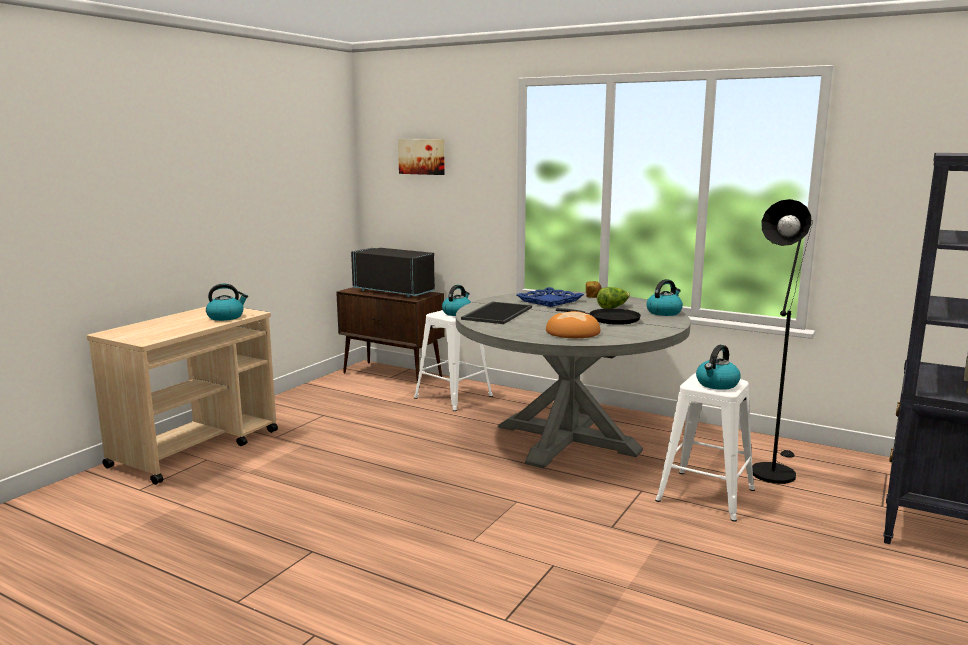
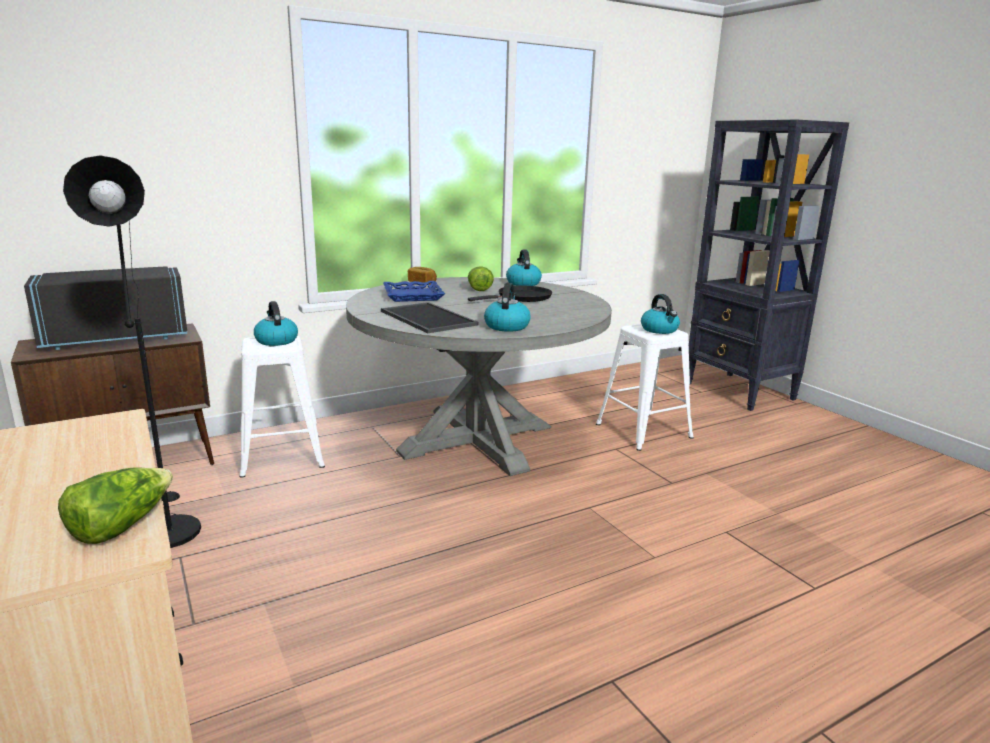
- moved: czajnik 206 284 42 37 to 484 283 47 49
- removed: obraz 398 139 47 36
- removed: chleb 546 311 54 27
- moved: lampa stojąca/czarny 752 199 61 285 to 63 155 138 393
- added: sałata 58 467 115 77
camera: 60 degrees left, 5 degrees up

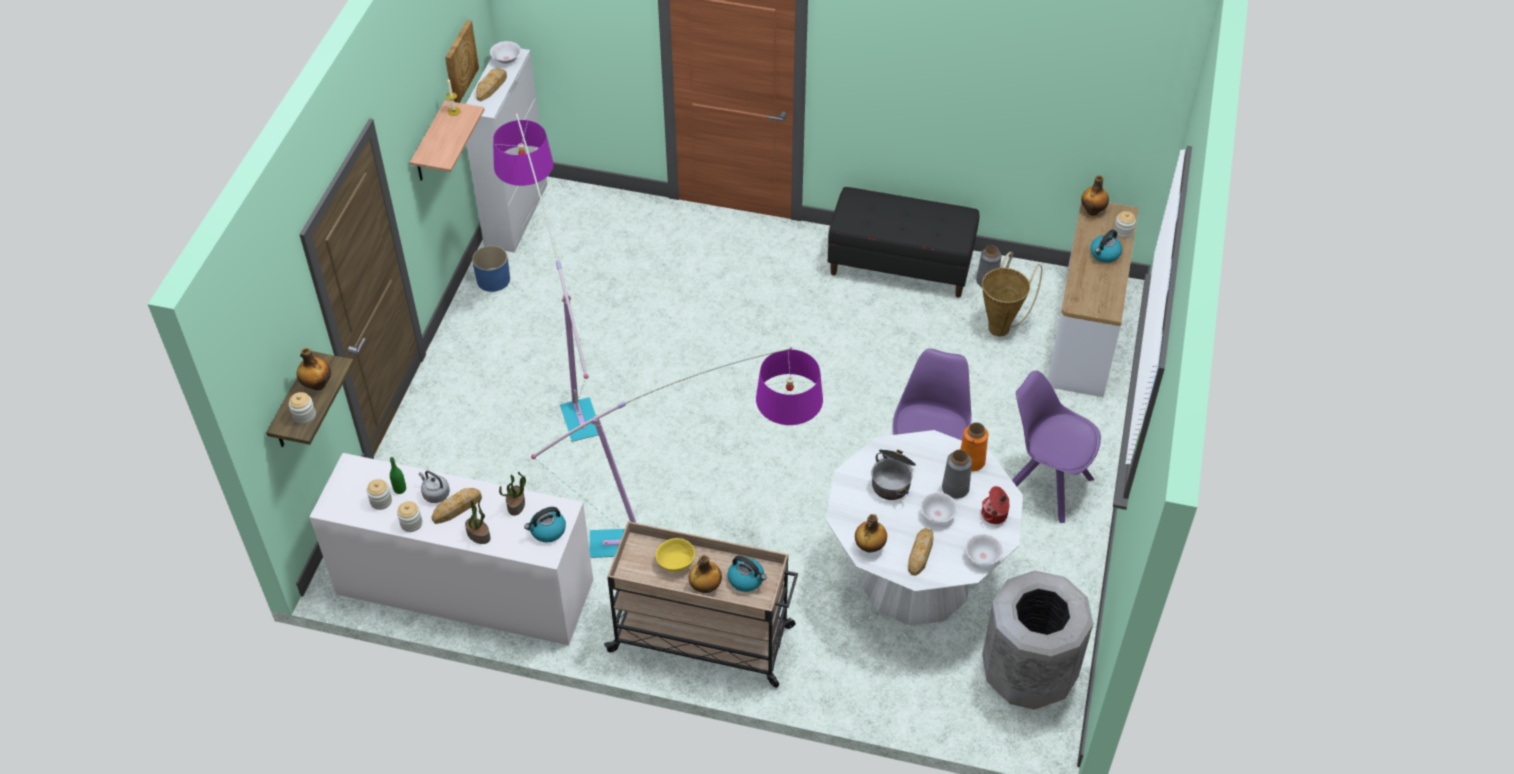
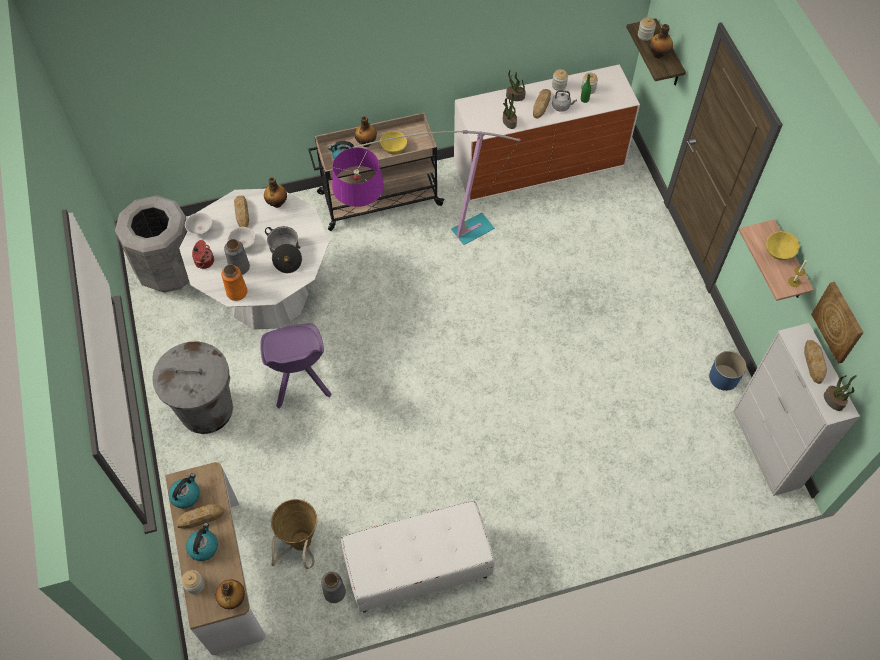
- replaced: miska/biały 490 41 31 23 to roślina doniczkowa 824 375 33 36
- removed: lampa stojąca 493 112 105 330
- moved: czajnik 524 507 42 36 to 169 473 31 36
- recoloured: ławka/czarny 828 187 151 111 to ławka/biały 341 500 154 113
- replaced: krzesło/fioletowy 1012 370 89 153 to kosz na śmieci/szary 152 342 81 92
- added: chleb 176 504 48 25
- added: miska/żółty 766 231 33 29
camera: 150 degrees right, 10 degrees up

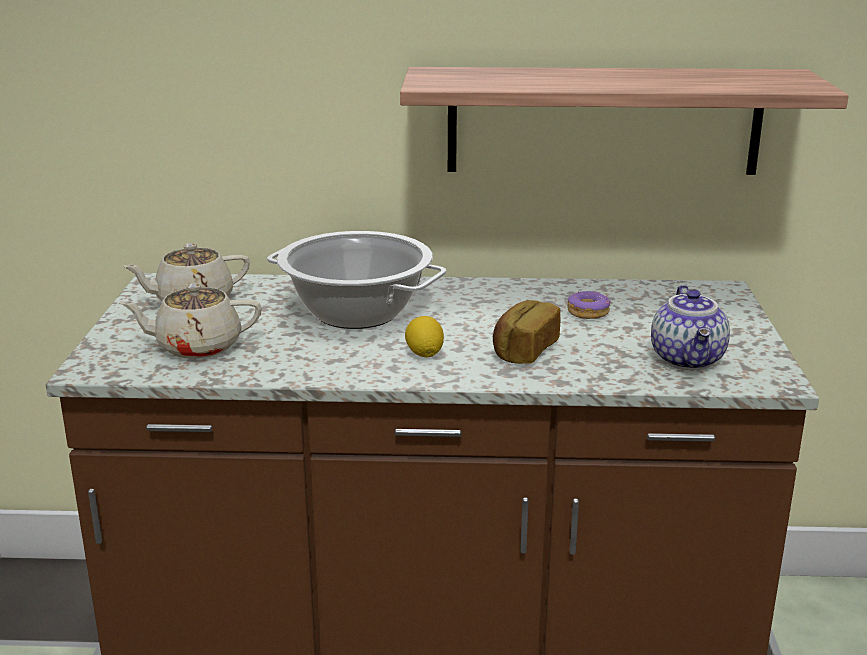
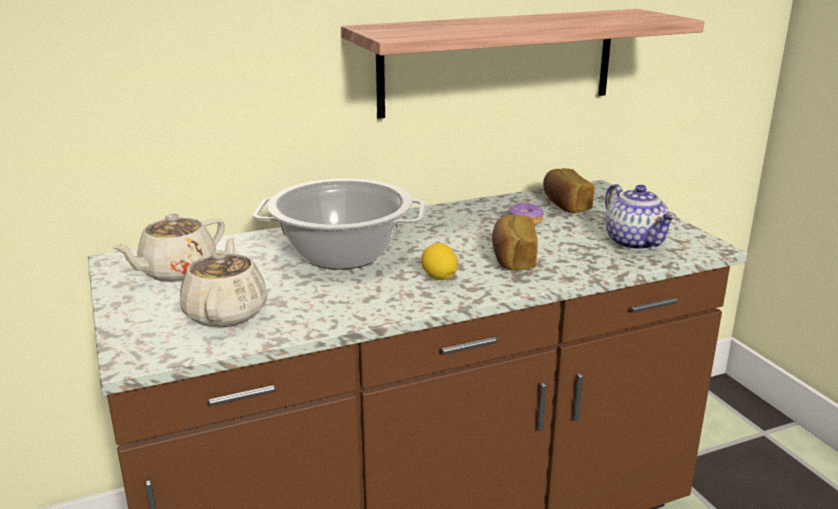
- turned: imbryk/beżowy 119 283 143 75 = 180 237 88 91 120 degrees clockwise
- added: chleb 543 168 52 45
camera: 25 degrees left, 0 degrees up

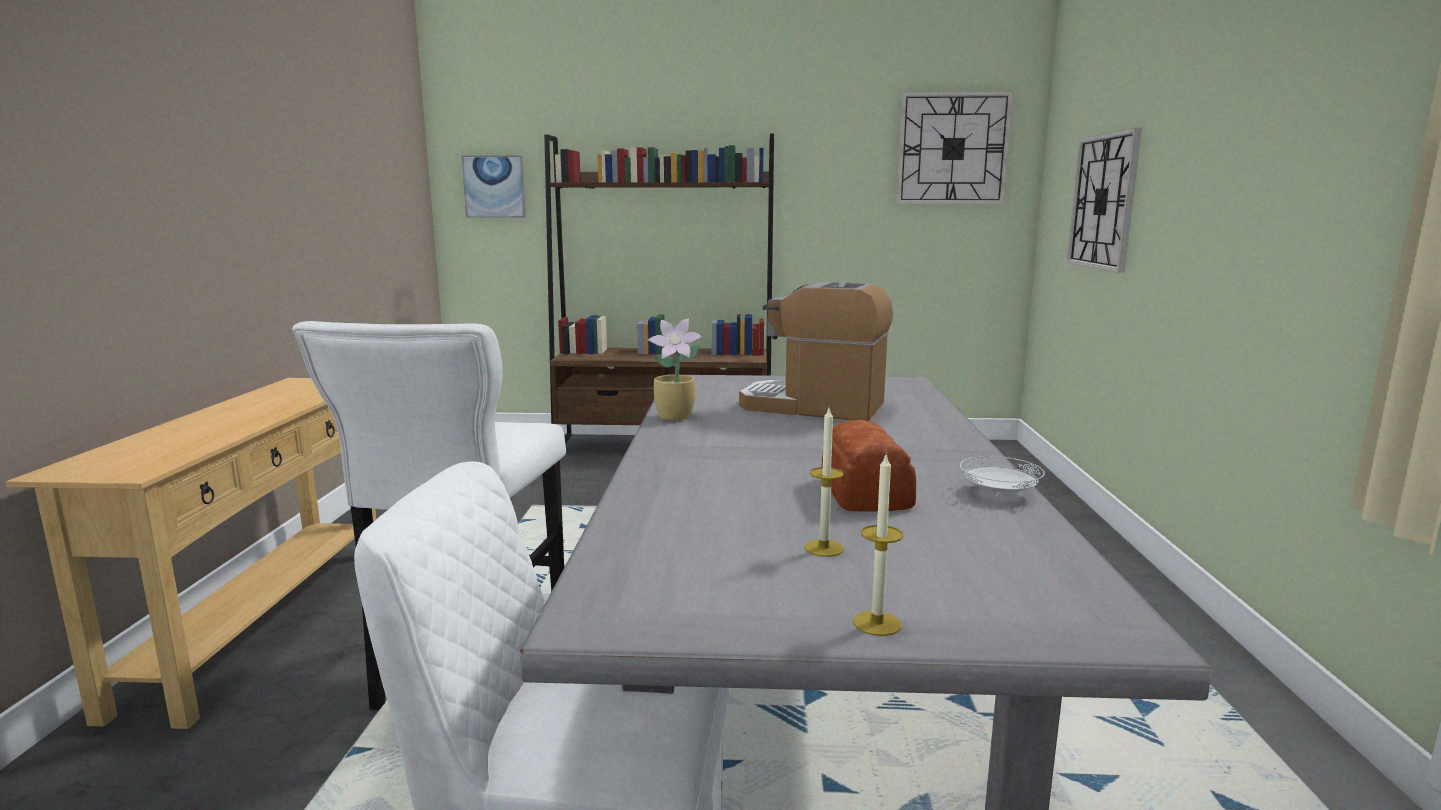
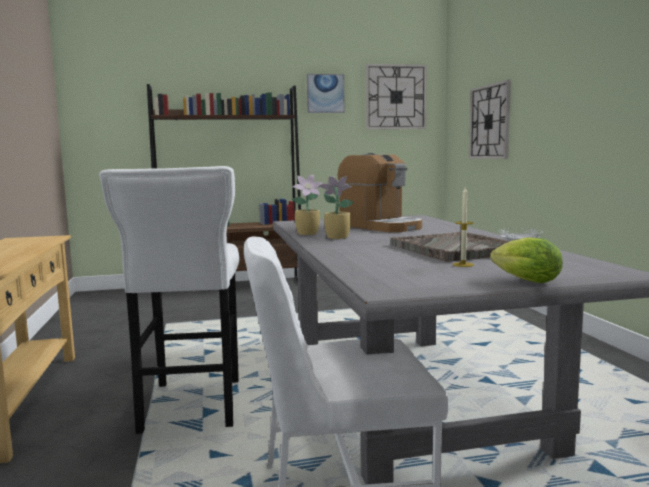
- moved: obraz 462 155 64 63 to 307 74 38 39
- turned: ekspres do kawy 739 282 154 139 = 338 153 84 79 135 degrees counterclockwise
- replaced: chleb 822 420 94 92 to taca/szary 390 232 120 30
- replaced: świeca 853 455 50 181 to sałata 490 237 73 46
- added: roślina doniczkowa 319 176 35 63
camera: 15 degrees left, 5 degrees down

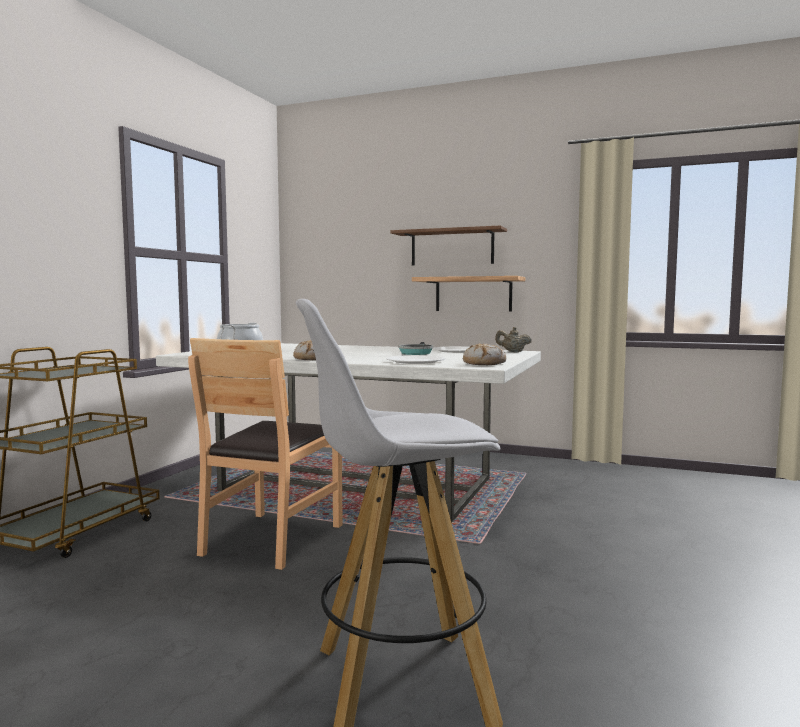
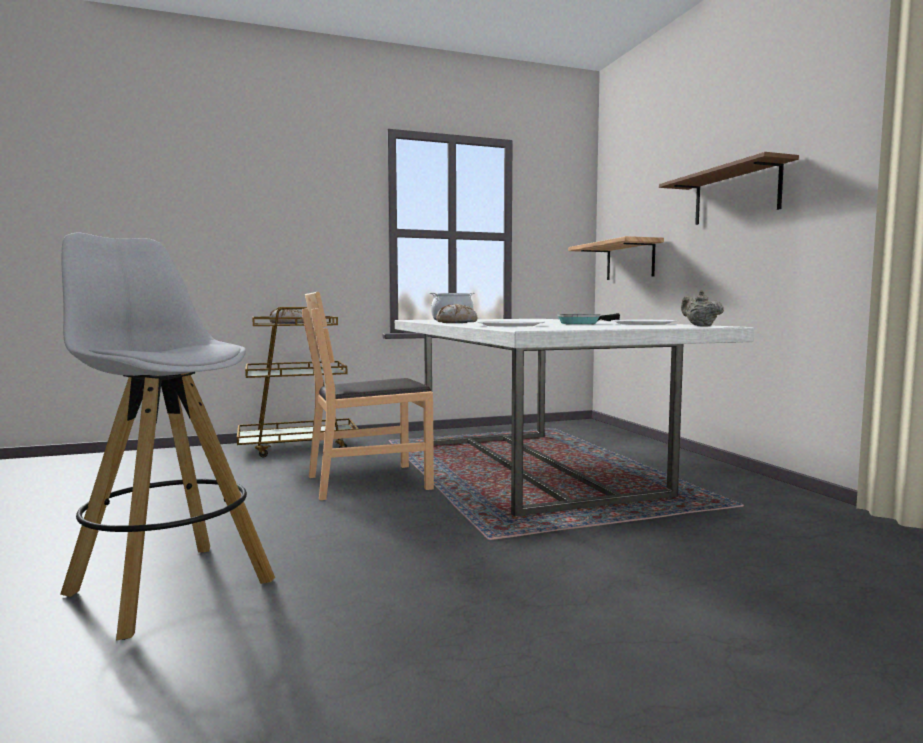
- moved: półka 412 276 113 36 to 568 236 96 44
- moved: chleb 463 343 43 22 to 269 309 34 15
camera: 50 degrees right, 0 degrees up

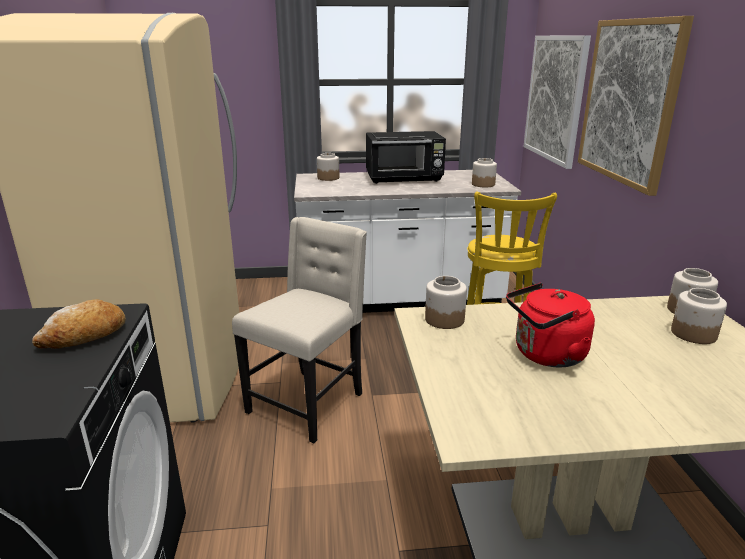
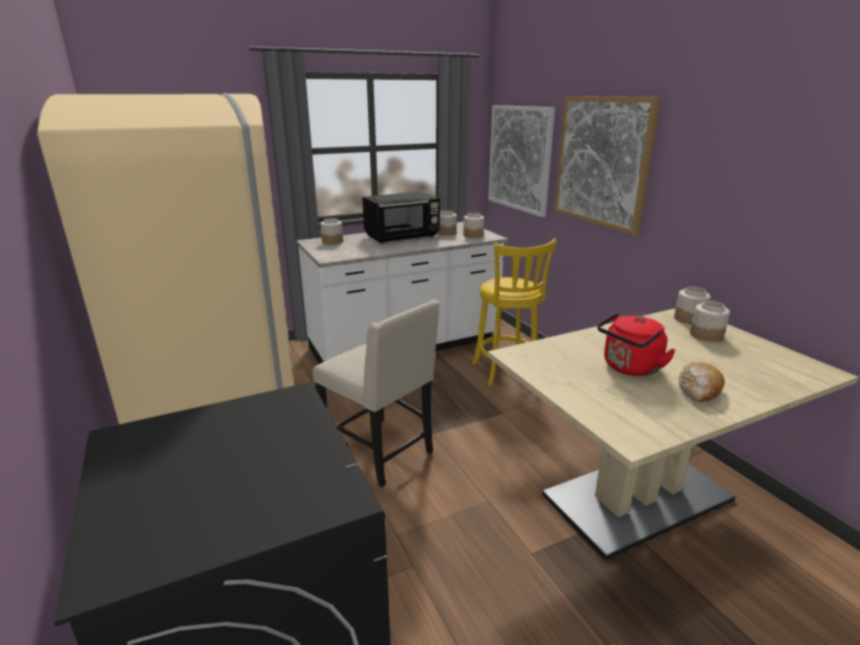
- moved: chleb 32 299 94 50 to 678 362 47 41
- turned: krzesło/beżowy 232 217 135 226 = 313 299 127 188 120 degrees clockwise
- moved: słoik 425 276 42 53 to 437 210 20 26
camera: 20 degrees left, 0 degrees up

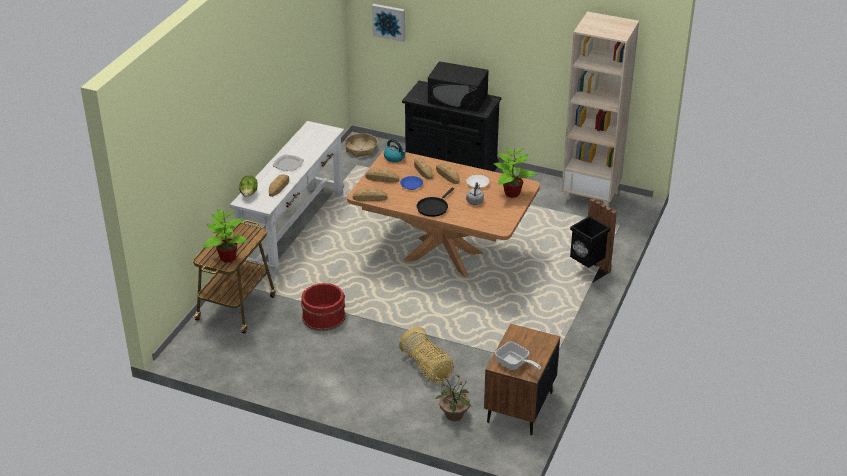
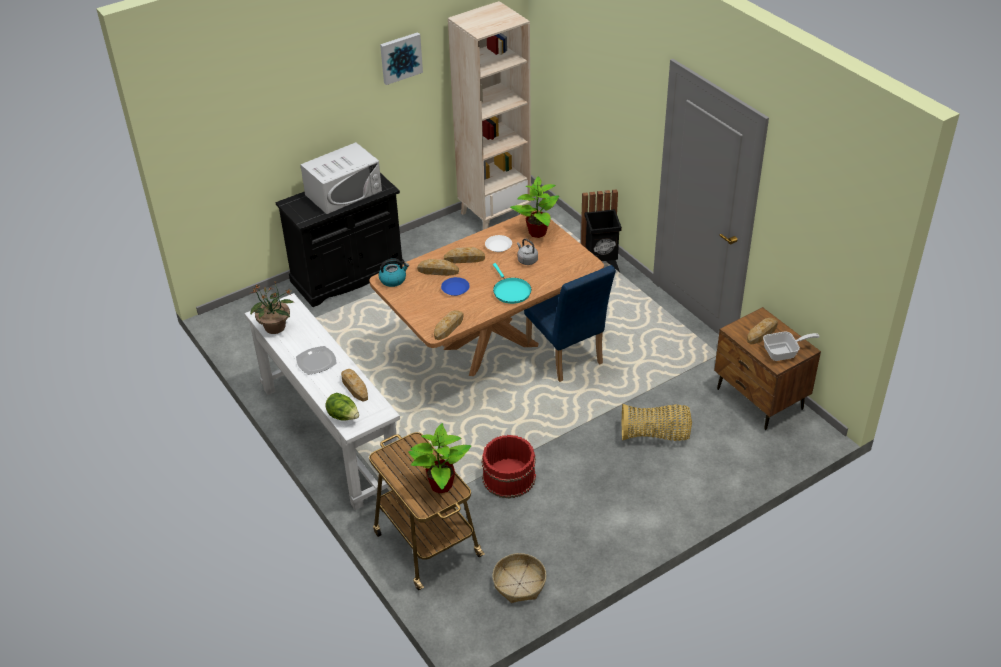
- moved: koszyk 345 133 33 24 to 492 553 54 50
- moved: chleb 365 168 34 15 to 747 317 31 27
- moved: obraz 372 4 33 38 to 380 32 43 53
- recoloured: patelnia/czarny 417 188 37 29 to patelnia/turkusowy 493 263 38 41
- recoloured: mikrofalówka/czarny 428 61 61 51 to mikrofalówka/biały 300 142 82 72
- moved: roślina doniczkowa 435 374 36 47 to 250 281 44 53
- added: krzesło/niebieski 524 265 92 117
camera: 55 degrees left, 5 degrees up

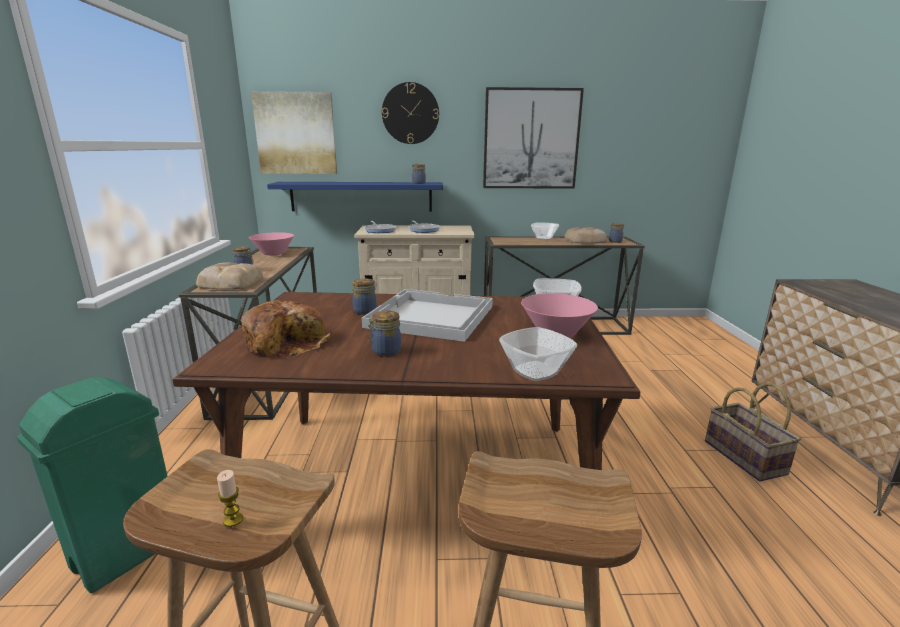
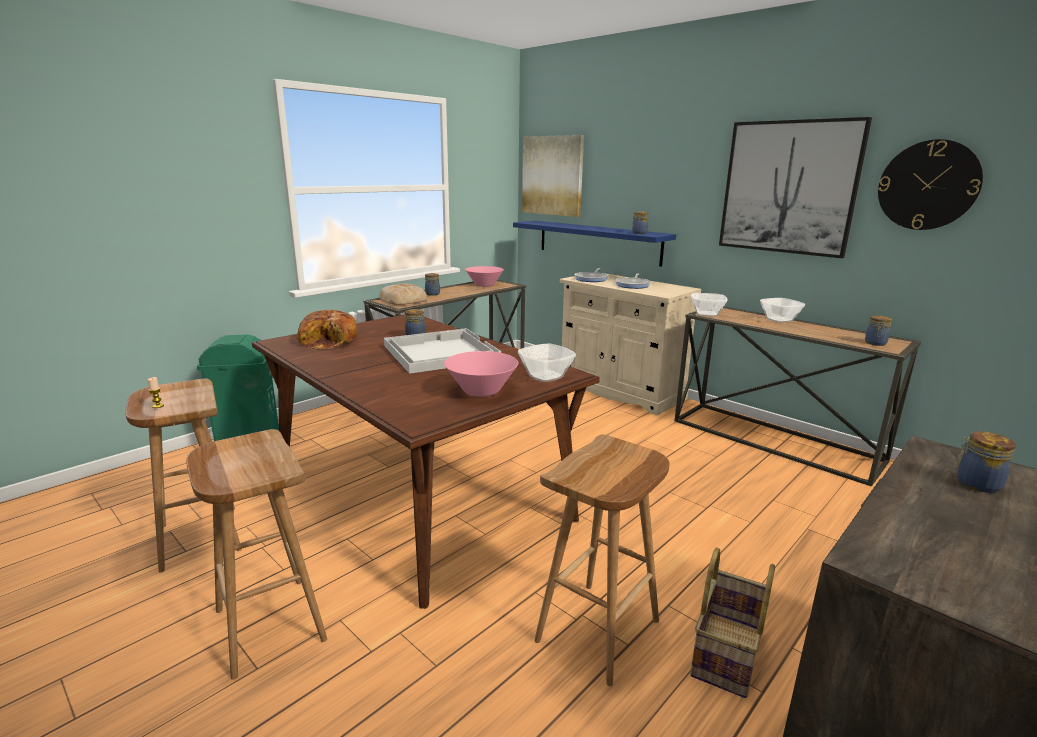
- moved: słoik 368 311 33 45 to 955 431 61 62
- moved: zegar ścienny 382 82 57 62 to 878 139 105 91
- moved: miska 499 327 78 54 to 691 293 37 24
- removed: chleb 564 227 43 17
- added: stołek/brązowy 534 435 135 251
camera: 45 degrees right, 0 degrees up

